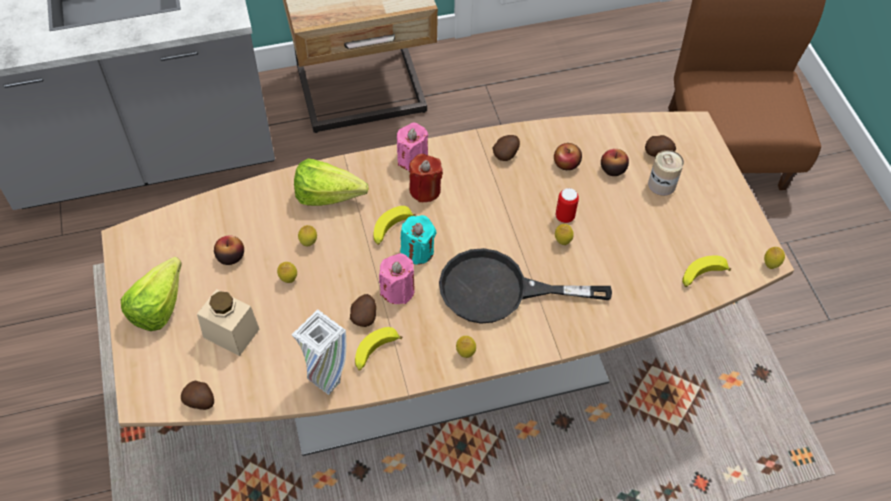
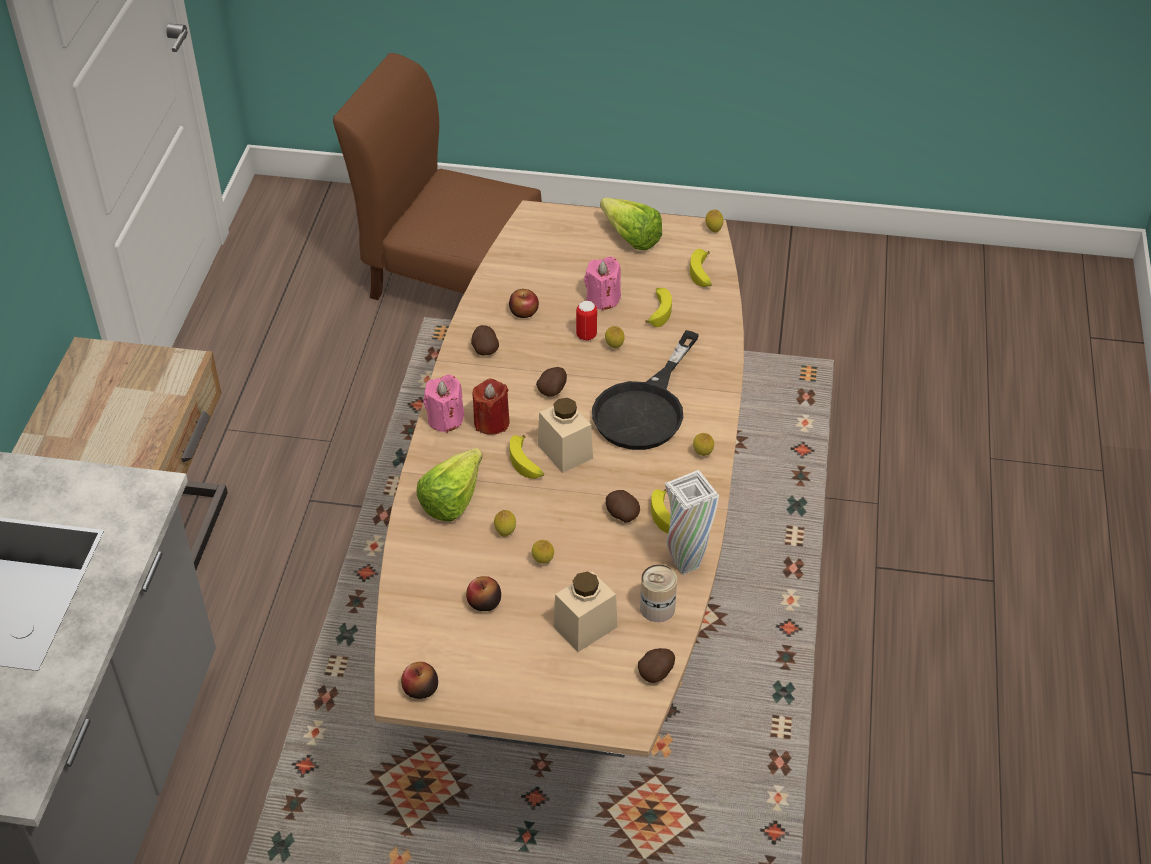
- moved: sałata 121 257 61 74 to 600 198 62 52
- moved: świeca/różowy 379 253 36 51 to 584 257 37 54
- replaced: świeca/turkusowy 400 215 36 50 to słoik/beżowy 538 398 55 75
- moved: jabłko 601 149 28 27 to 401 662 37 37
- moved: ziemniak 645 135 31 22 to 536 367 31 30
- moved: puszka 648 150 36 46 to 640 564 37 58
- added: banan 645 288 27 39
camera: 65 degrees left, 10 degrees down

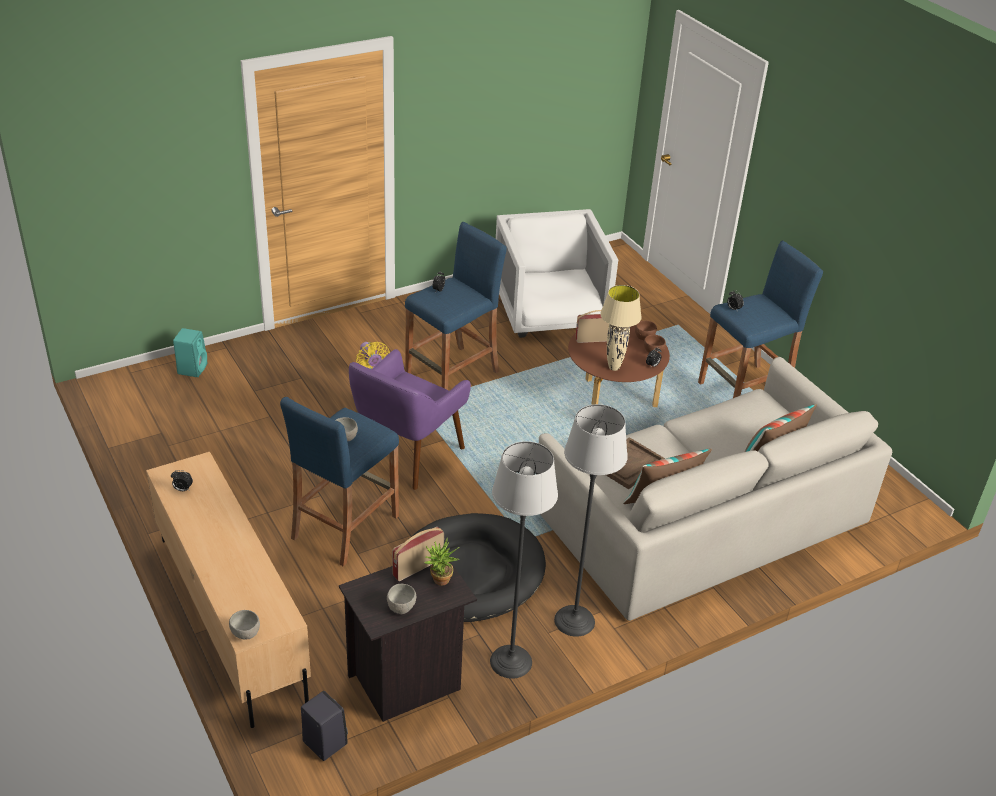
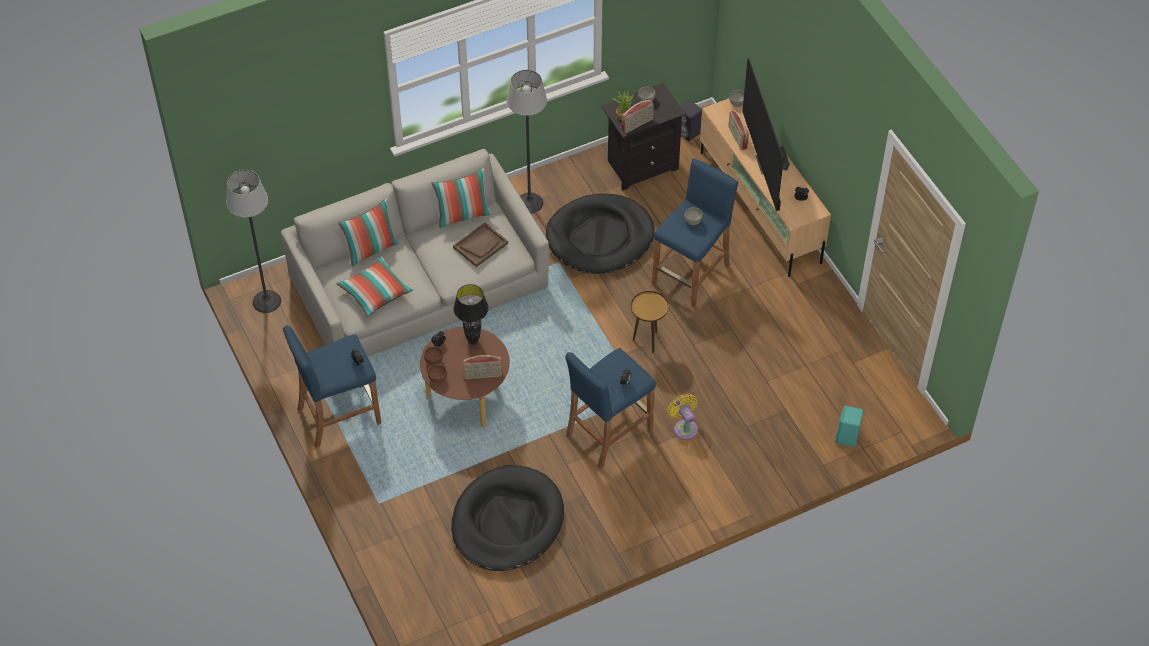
- replaced: fotel/fioletowy 349 349 122 141 to stolik/brązowy 631 291 37 62
- moved: lampa stojąca 490 441 68 238 to 226 170 55 143
- replaced: fotel/biały 496 209 122 129 to legowisko/czarny 451 465 113 106
- recoloured: lampa stołowa/beżowy 600 285 42 86 to lampa stołowa/czarny 453 284 36 61
- added: poduszka 336 256 78 61
- added: radio 728 110 21 40
- added: telewizor 742 57 48 154
camera: 175 degrees left, 15 degrees up

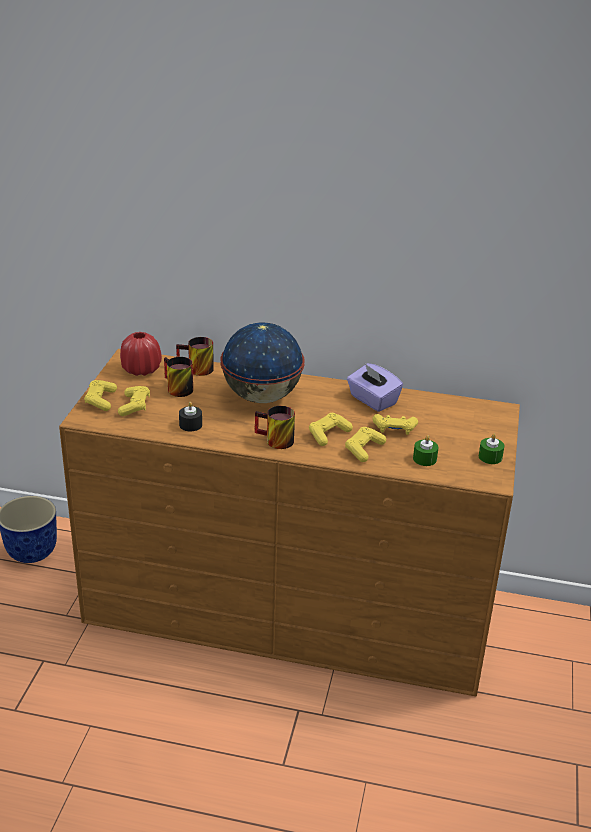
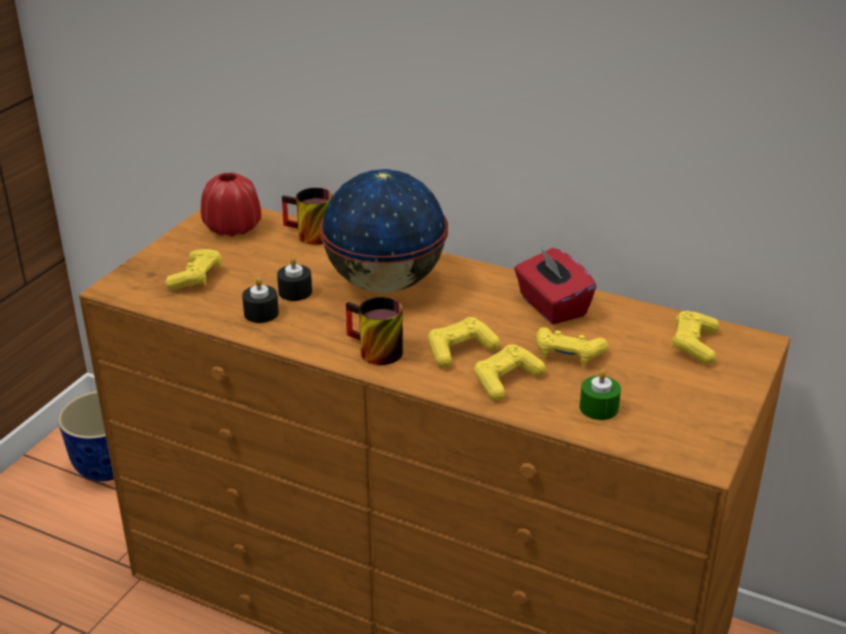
- moved: pad do gier/żółty 84 380 33 31 to 672 311 47 54
- removed: kubek 164 357 29 40
- recoloured: pudełko chusteczek/fioletowy 347 363 56 49 to pudełko chusteczek/czerwony 514 247 82 77
- removed: świeca/zielony 479 434 25 30
- added: świeca/czarny 277 257 35 44
camera: 15 degrees right, 0 degrees up

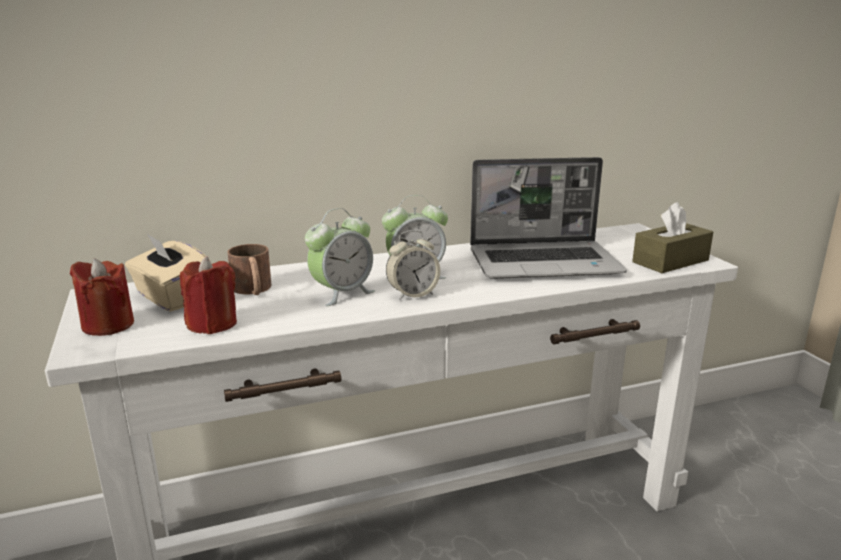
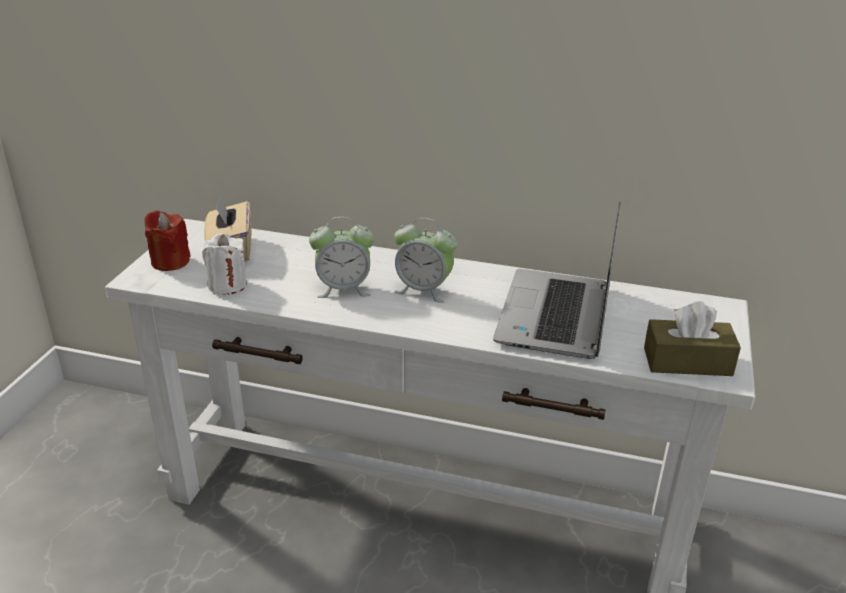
- recoloured: świeca/czerwony 180 256 57 78 to świeca/biały 202 233 45 62
- removed: kubek/brązowy 227 244 44 51
- removed: budzik 386 230 54 70
- turned: laptop 470 157 157 122 = 493 202 128 157 75 degrees clockwise
camera: 35 degrees right, 10 degrees up

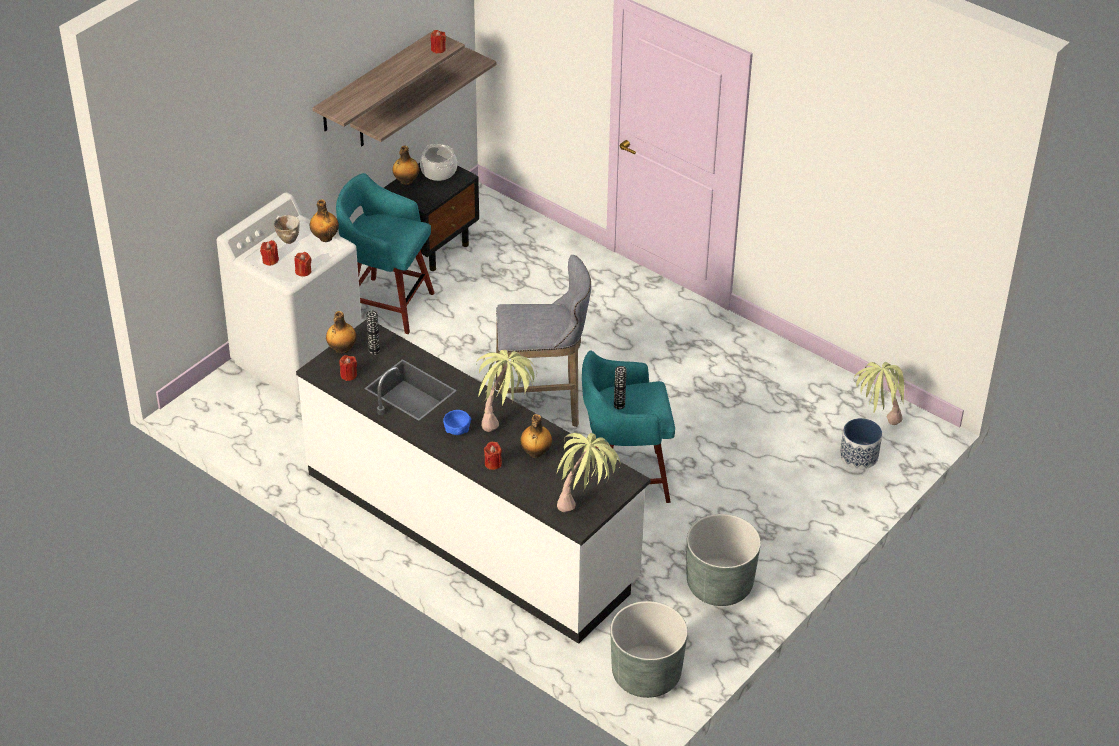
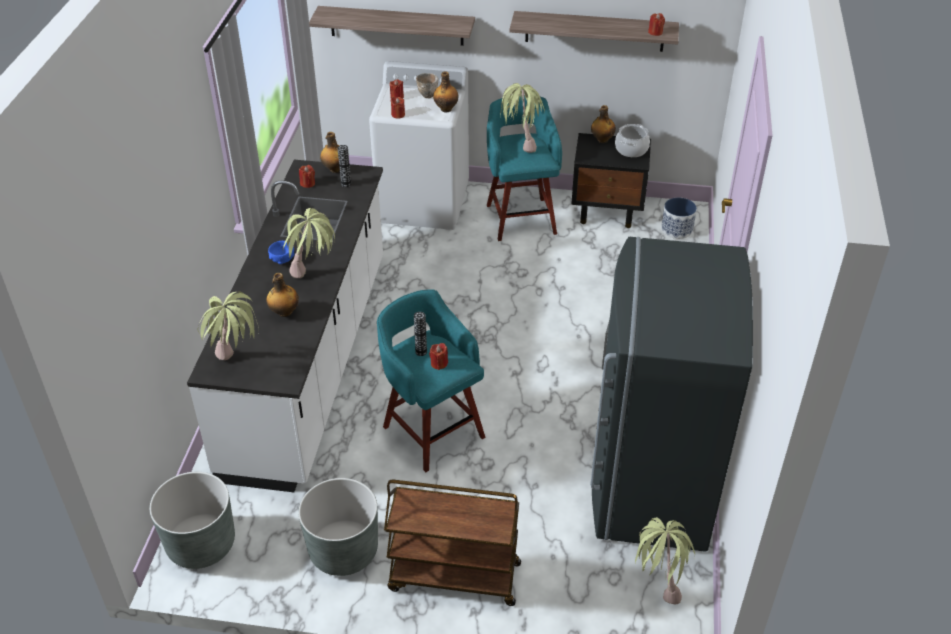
- moved: półka 350 47 147 99 to 309 6 166 40
- moved: świeca/czerwony 484 441 18 29 to 429 343 19 27
- removed: stołek/szary 496 255 95 172
- moved: donica 840 418 42 51 to 661 197 36 42
- added: wózek/brązowy 384 480 137 126
- added: roślina doniczkowa 500 83 44 70
- added: lodówka/szary 590 237 163 315
camera: 60 degrees right, 0 degrees up

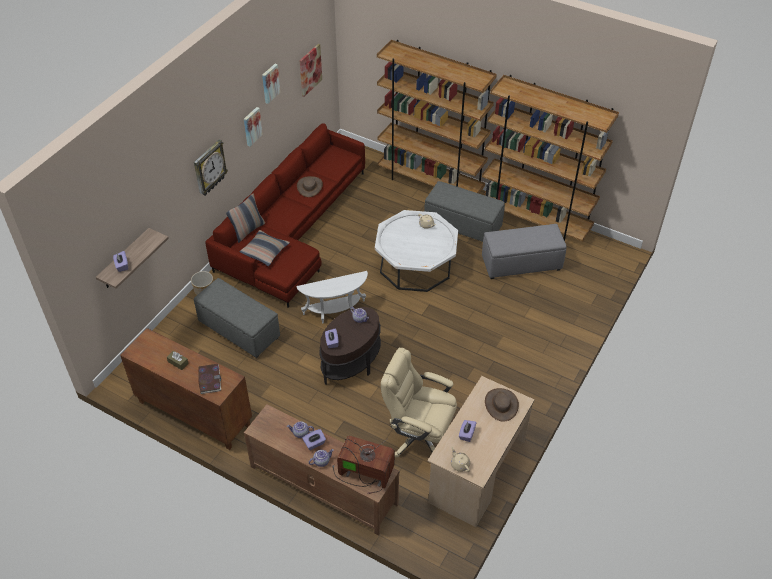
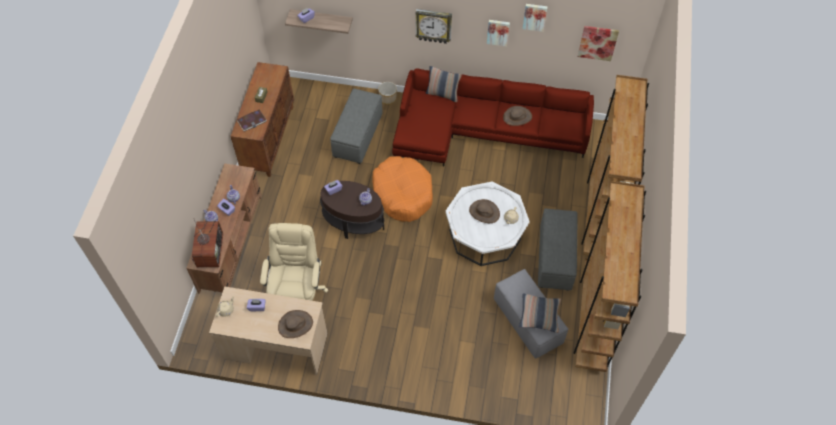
- moved: poduszka 240 230 50 36 to 519 293 42 40
- replaced: stolik/biały 296 271 72 53 to legowisko/pomarańczowy 372 156 61 66
- added: kapelusz/brązowy 469 199 31 24
camera: 70 degrees right, 10 degrees up

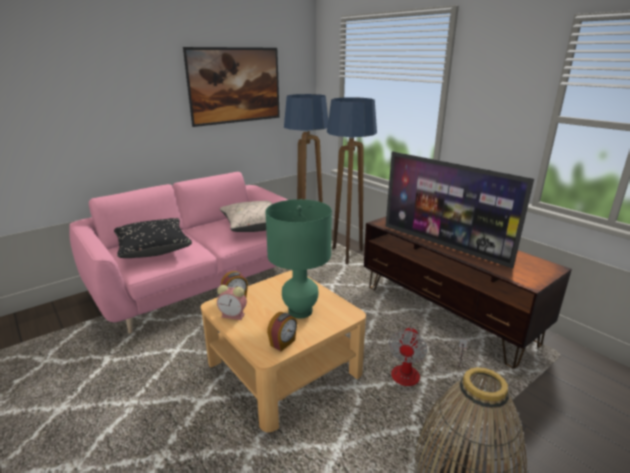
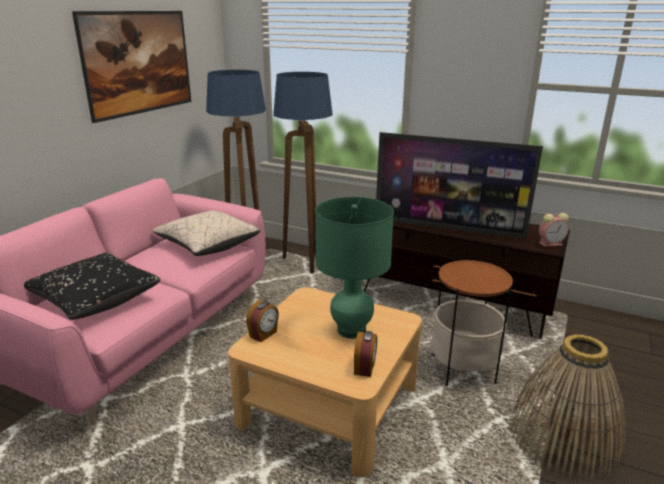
- moved: budzik 217 285 30 35 to 539 213 30 34
- replaced: wentylator 389 327 79 59 to stolik 431 260 82 126
camera: 25 degrees left, 0 degrees up

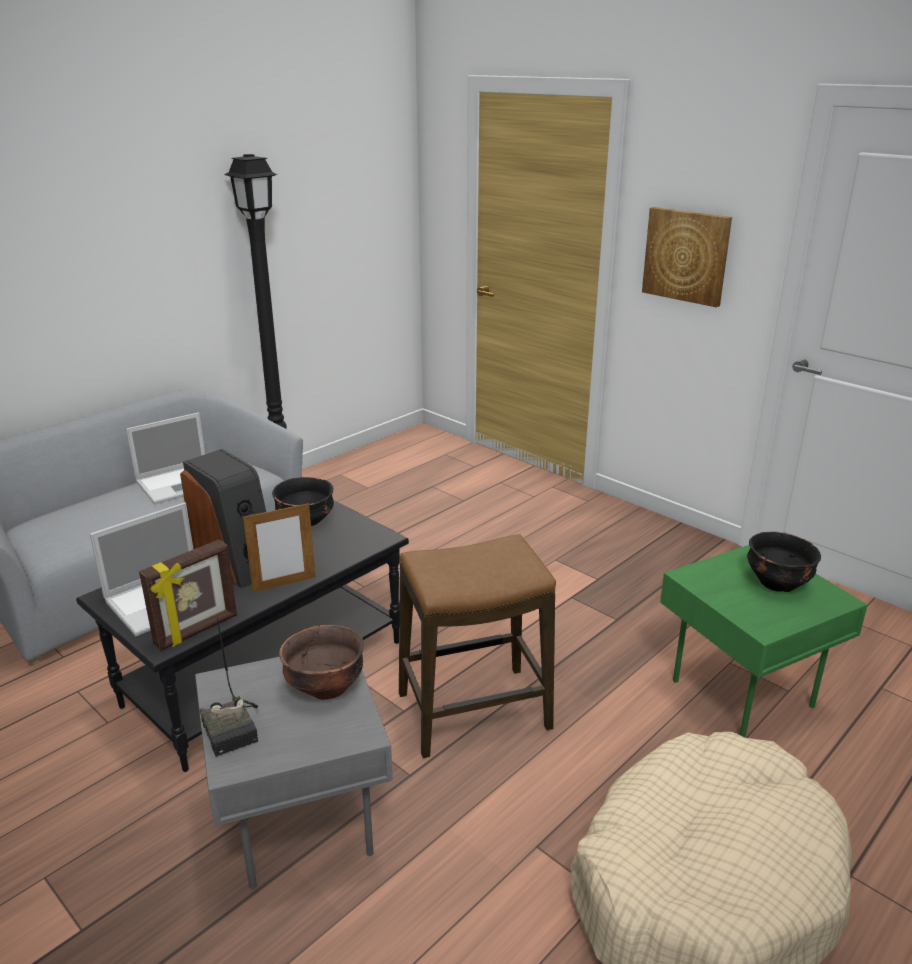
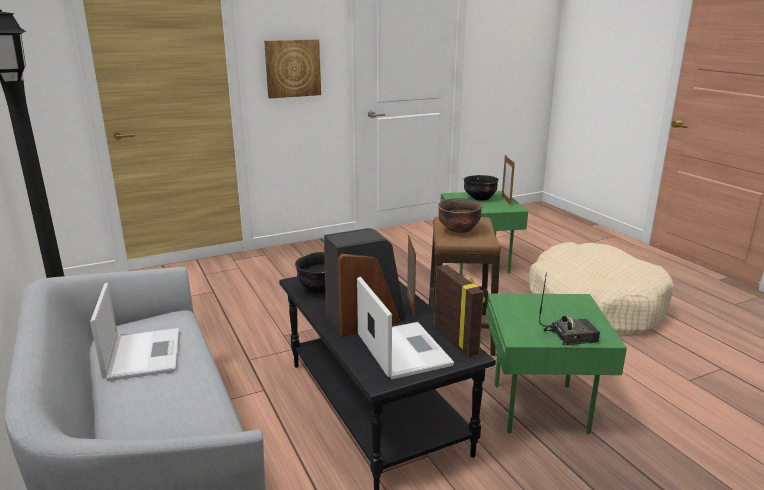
- recoloured: stolik/szary 195 656 198 233 to stolik/zielony 486 293 141 141
- moved: miska/brązowy 279 625 85 75 to 438 198 45 35
- added: ramka na zdjęcie 502 155 13 50
camera: 70 degrees left, 5 degrees down

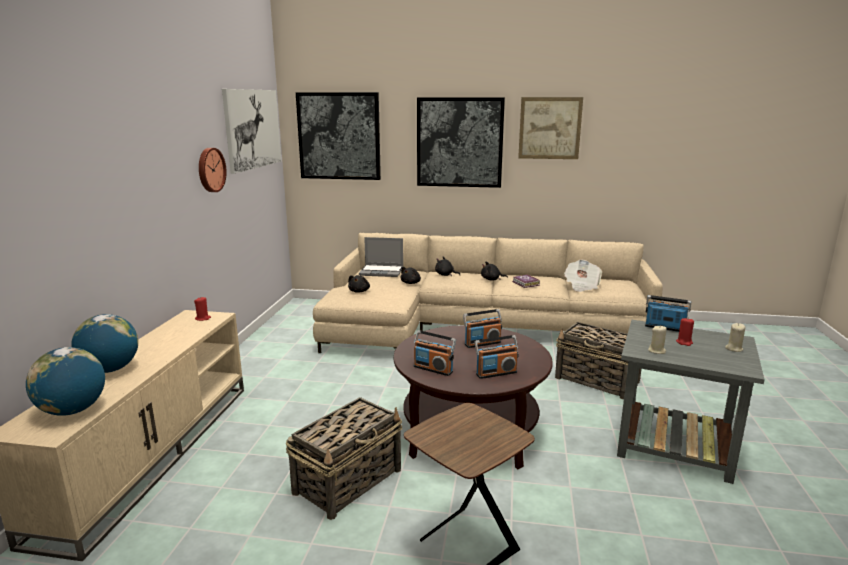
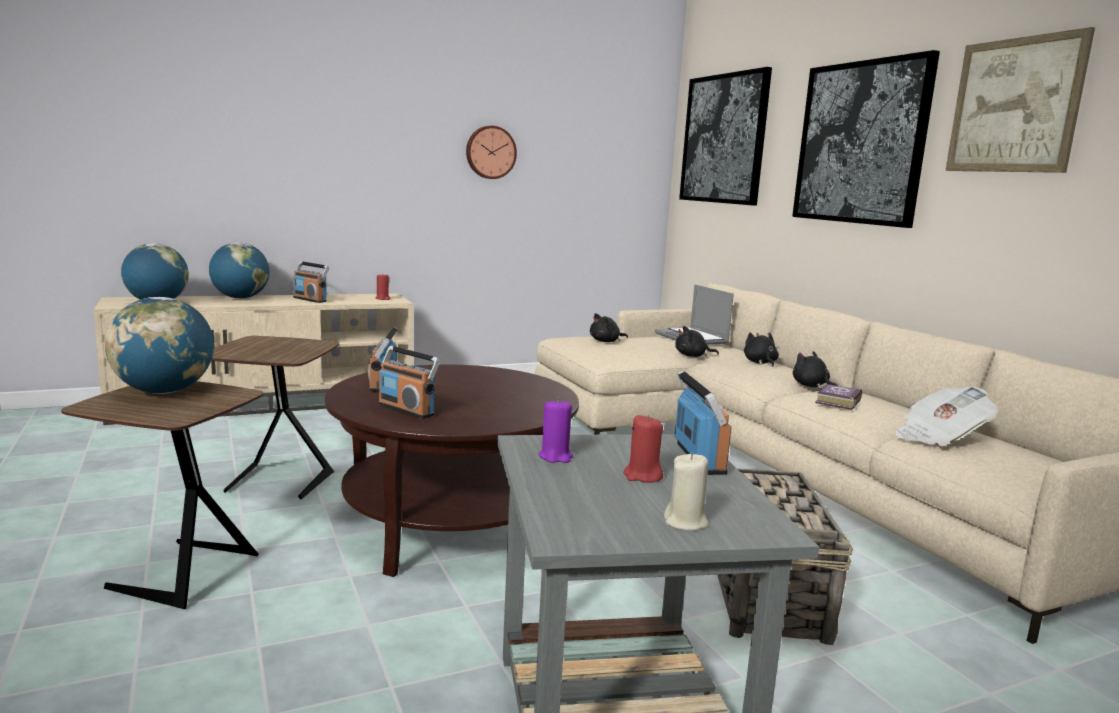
- removed: obraz 222 89 59 85
- replaced: koszyk 286 397 116 123 to stolik/brązowy 211 336 128 163
- moved: radio 463 309 39 39 to 293 261 36 42
- recoloured: świeca/beżowy 648 325 18 29 to świeca/fioletowy 538 398 35 65
- added: globus 105 297 109 97
camera: 55 degrees right, 5 degrees down

